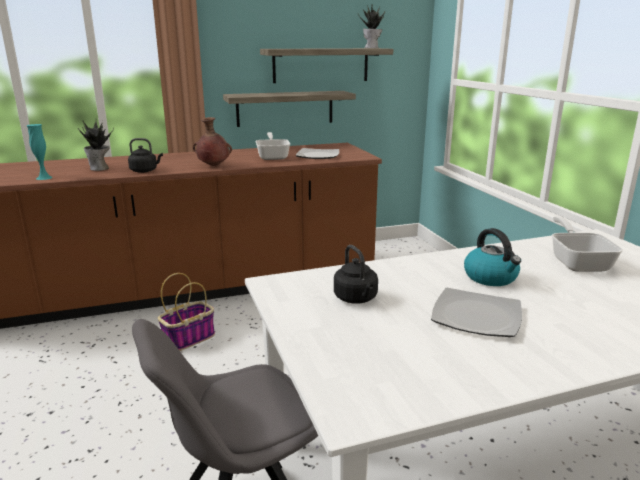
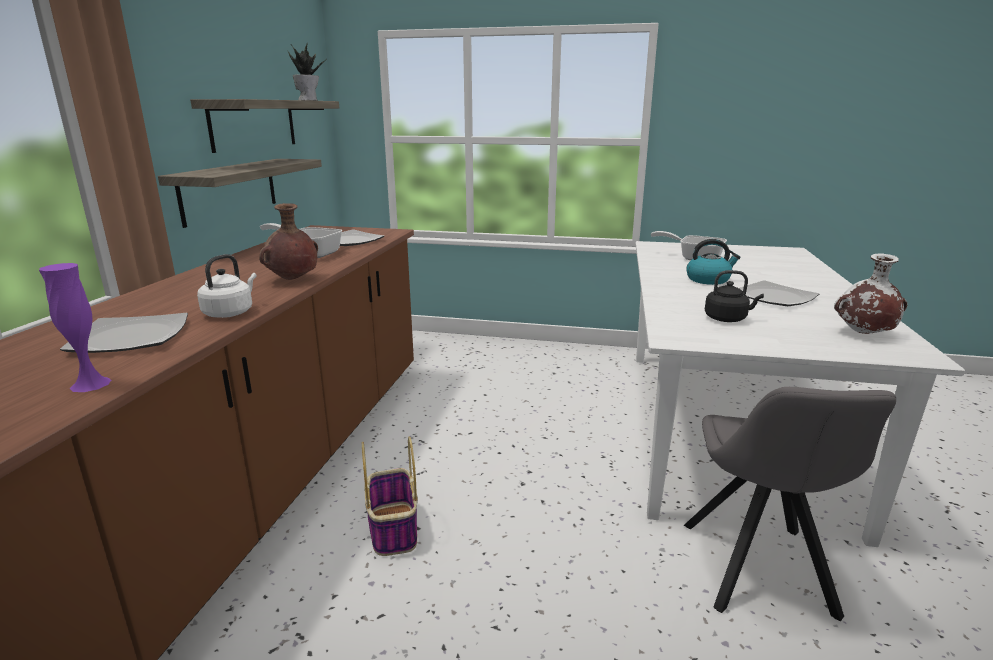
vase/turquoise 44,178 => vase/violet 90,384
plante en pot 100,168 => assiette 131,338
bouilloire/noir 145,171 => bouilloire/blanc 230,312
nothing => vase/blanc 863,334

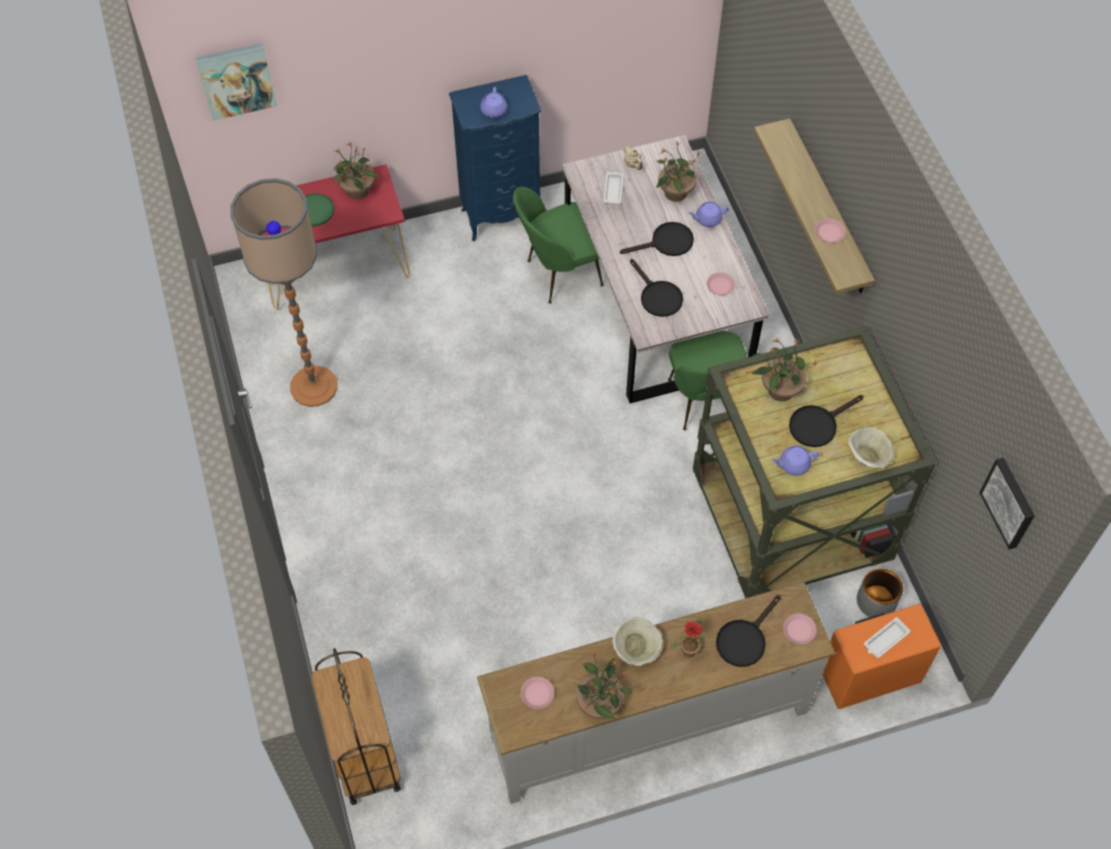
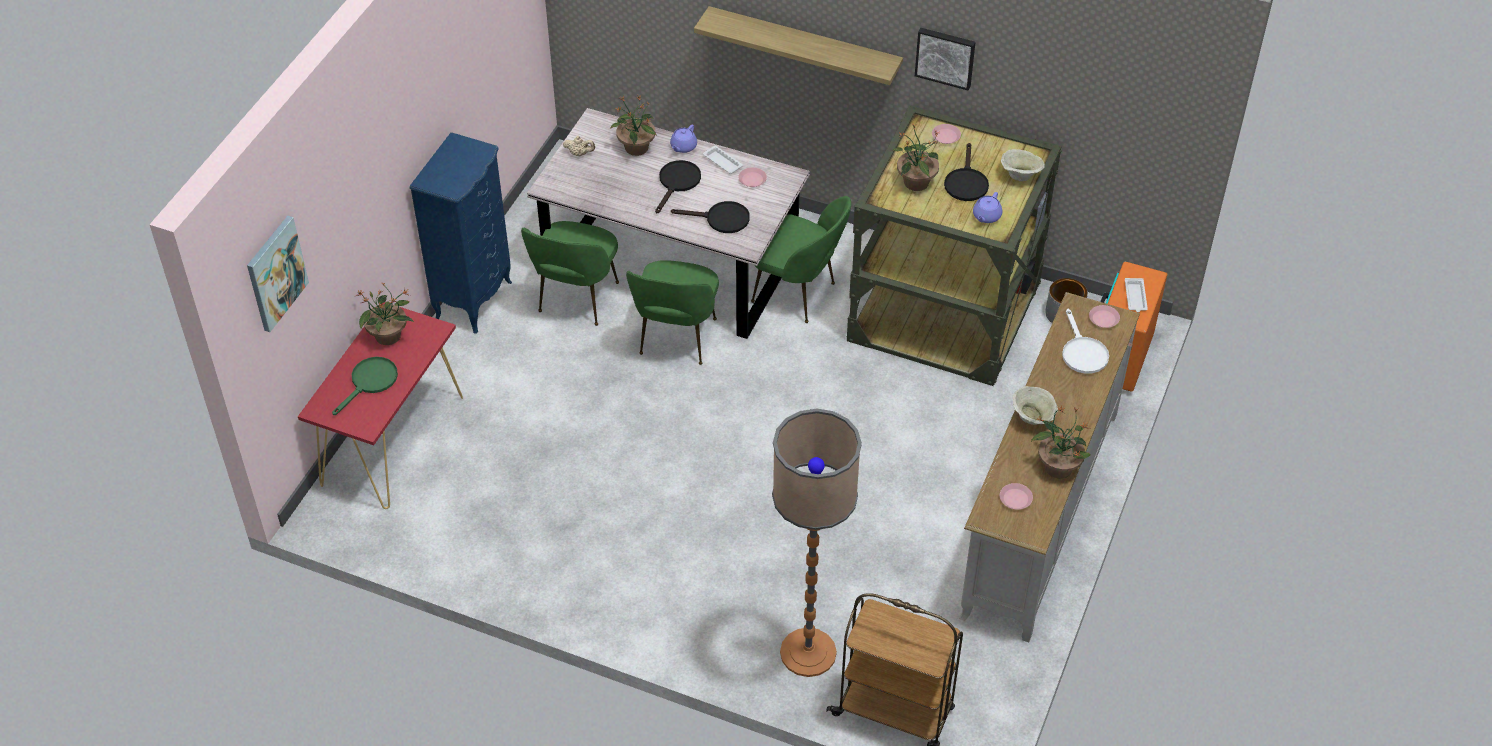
lampadaire 313,387 => lampadaire 808,653, move
théière/violet 493,111 => nothing
plateau/blanc 613,189 => plateau/blanc 722,161, move
plante en pot 689,648 => nothing
poêle/noir 744,639 => poêle/blanc 1082,352
assiette/rose 829,232 => assiette/rose 946,136, move
tableau 1010,502 => tableau 945,57, move
nothing => chaise/vert 675,342

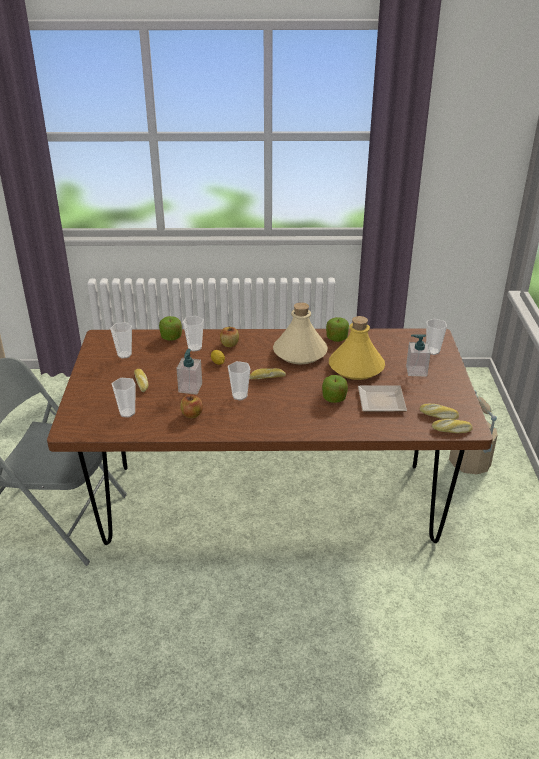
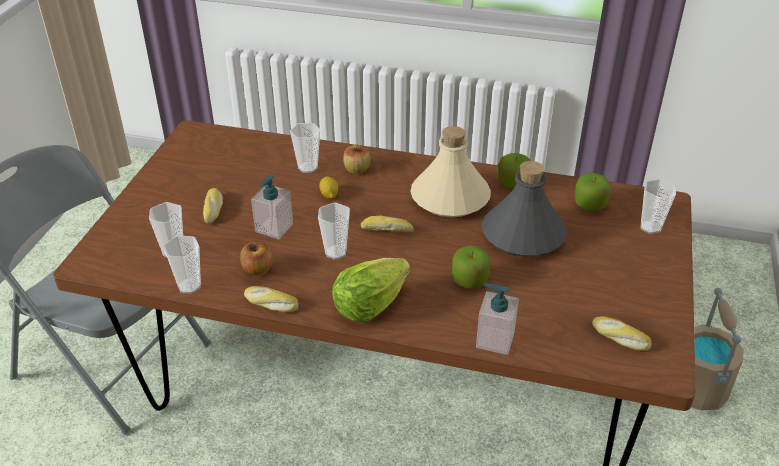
tasse 124,355 => tasse 189,286, move
pomme 171,337 => pomme 590,204, move
bouteille/jaune 356,367 => bouteille/gris 523,235
assiette 380,402 => nothing
distributeur de savon 416,371 => distributeur de savon 494,340, move
pain 451,430 => pain 270,304, move
nothing => laitue 369,305

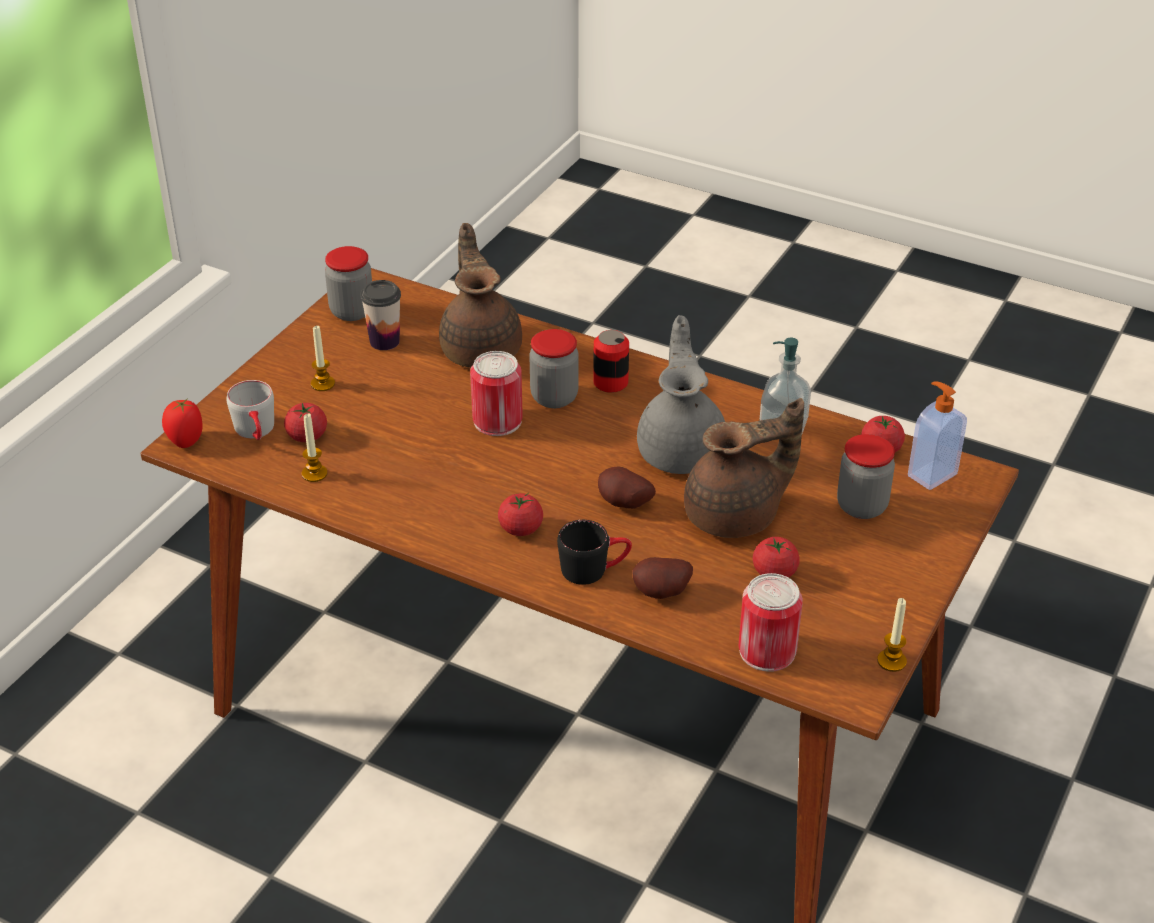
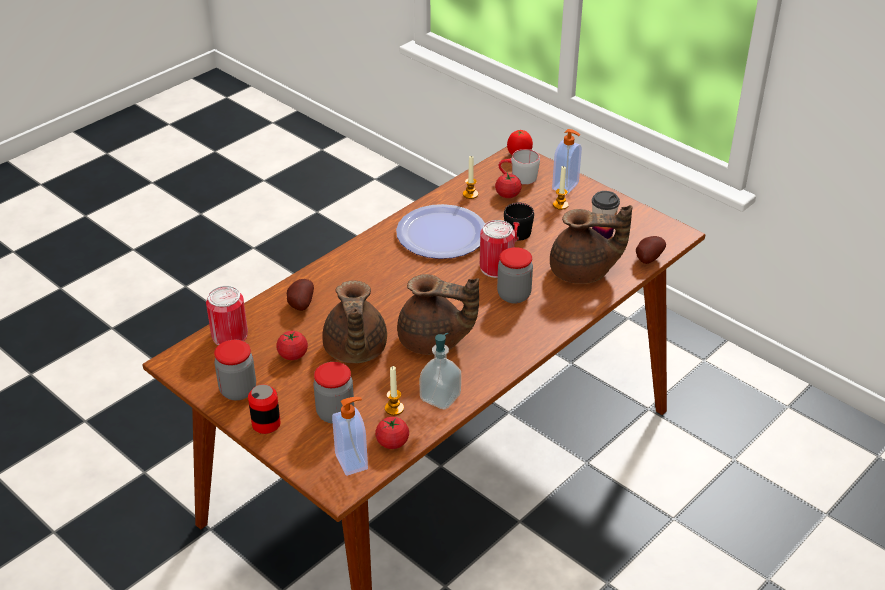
bocal 352,311 => bocal 238,390, move
tomate 521,529 => nothing
mug/noir 594,569 => mug/noir 517,237, move
boîte métallique 610,382 => boîte métallique 266,424, move
pomme de terre 623,505 => pomme de terre 647,259, move
théière/gris 682,450 => théière/marron 433,341
bougie 891,661 => bougie 394,408, move
nothing => assiette 441,234
nothing => distributeur de savon 566,186

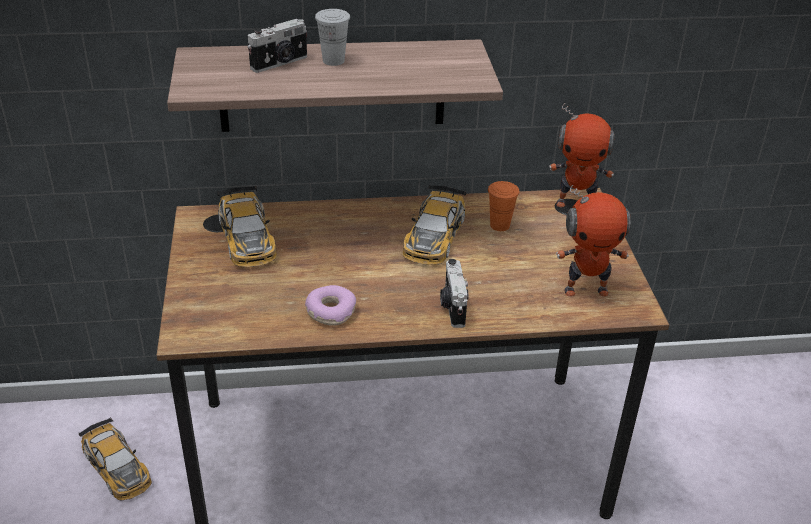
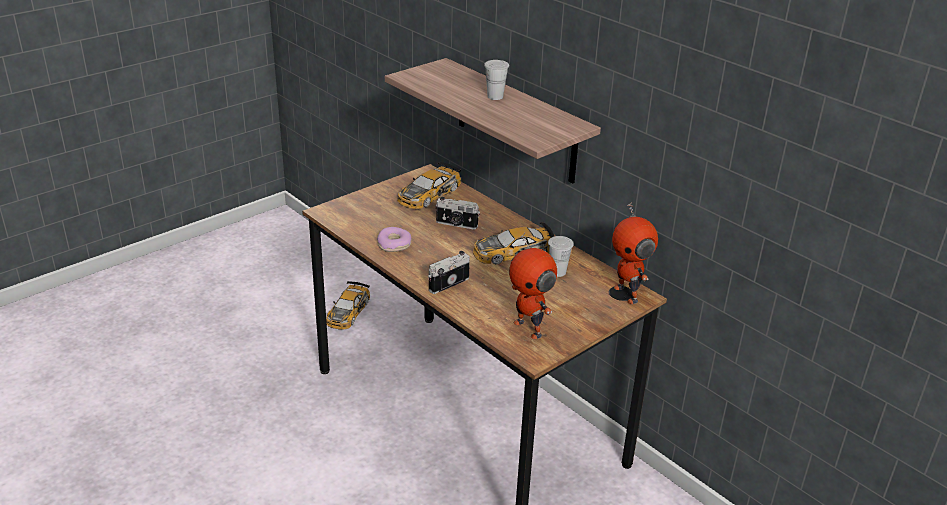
appareil photo 280,63 => appareil photo 456,224, move
tasse/orange 500,225 => tasse/blanc 558,272

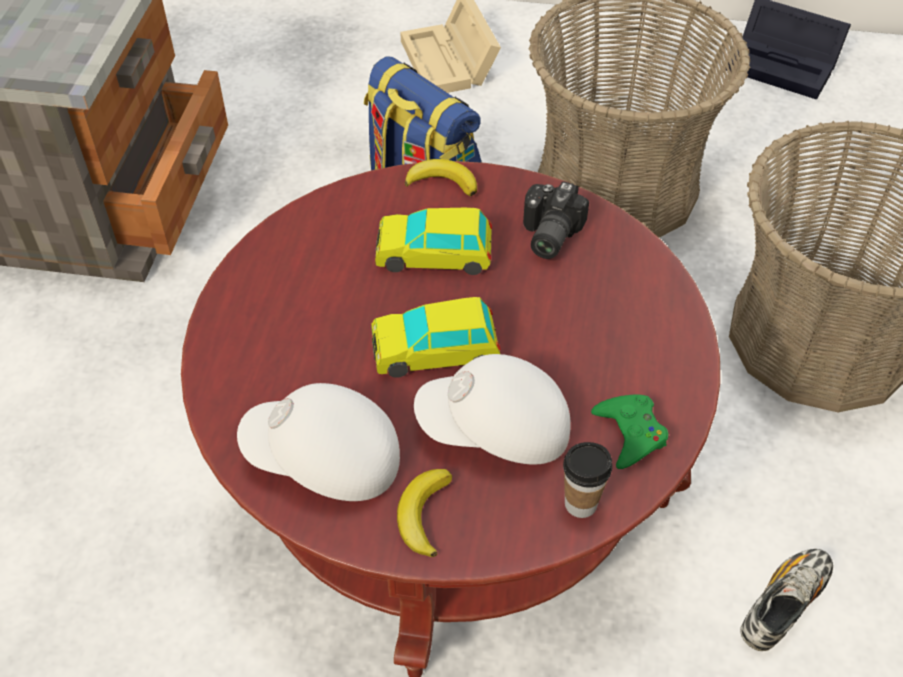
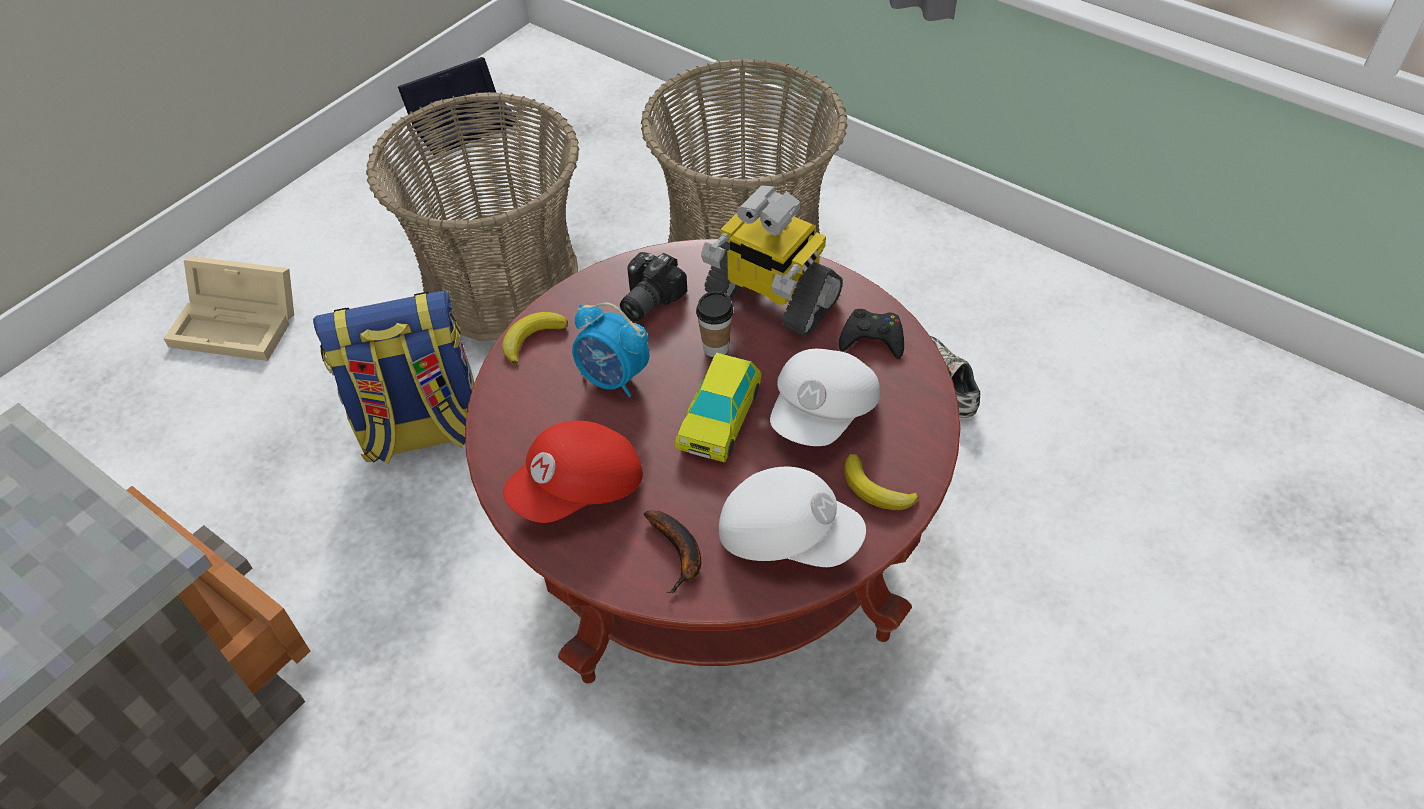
casquette/blanc 325,461 => casquette/blanc 788,535, 105 degrees counterclockwise
petite voiture 434,255 => réveil 613,378
appareil photo 546,235 => appareil photo 646,300, 75 degrees clockwise
tasse 580,504 => tasse 715,348, move
manette/vert 630,434 => manette/noir 872,339
nothing => casquette/rouge 579,490
nothing => banane 679,553
nothing => robot jouet 770,298

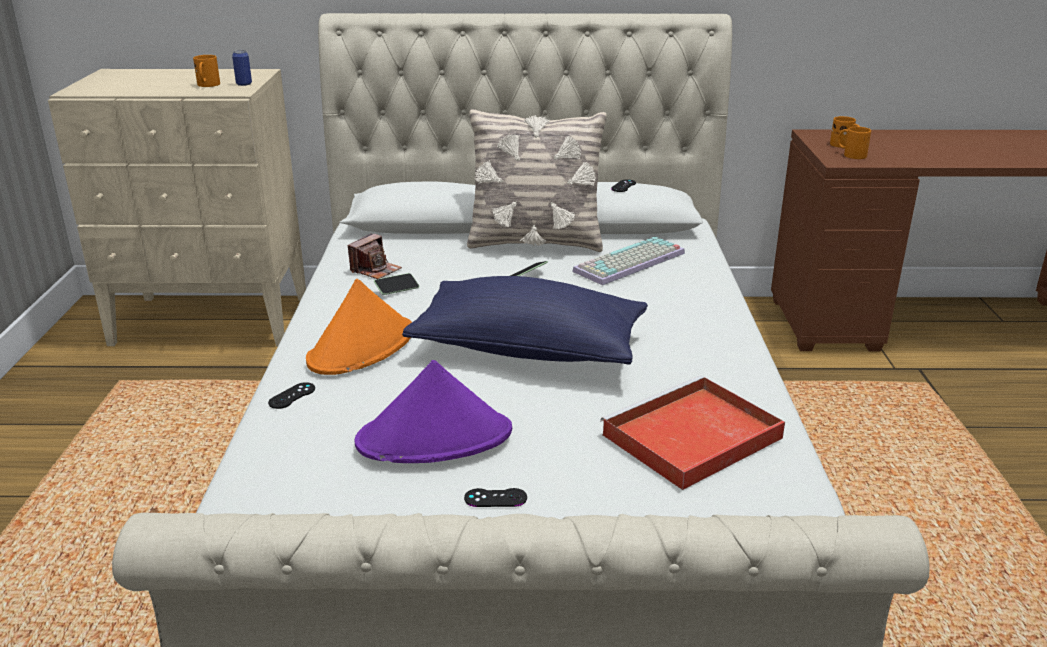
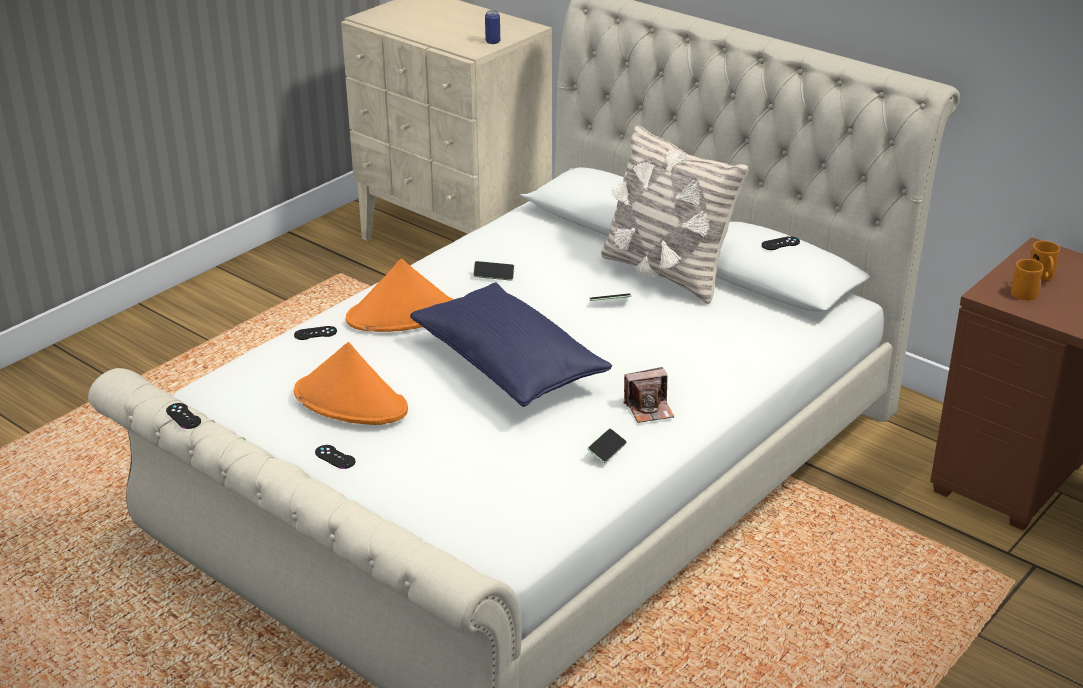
mug/orange 207,85 => nothing
appareil photo 375,270 => appareil photo 649,409, move
chapeau/violet 435,437 => chapeau/orange 351,401
clavier 630,263 => nothing
plateau/rouge 690,438 => nothing
nothing => manette/noir 183,416
nothing => téléphone 607,451

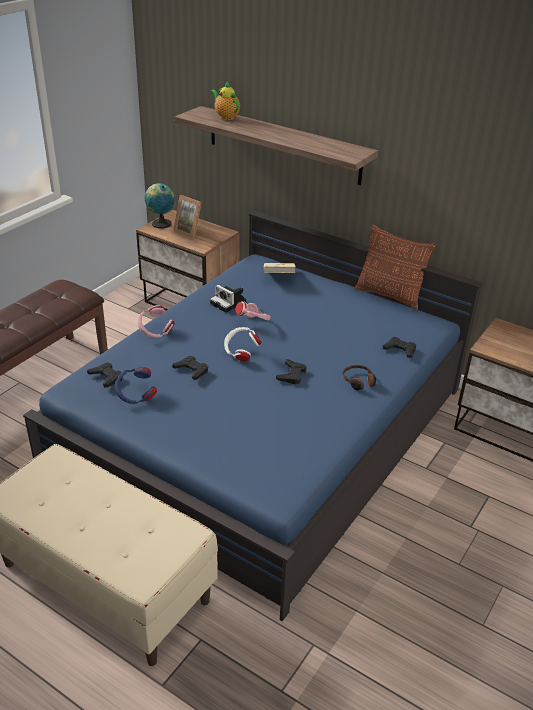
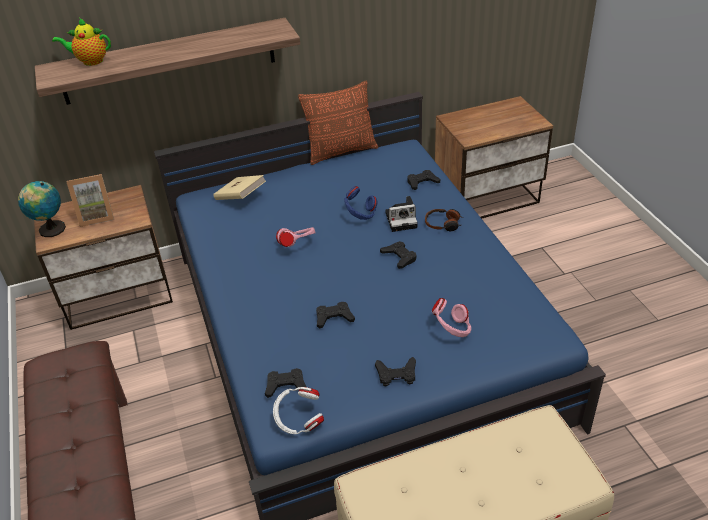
casque audio/bleu 136,397 => casque audio/bleu 360,215, move
casque audio/rose 155,333 => casque audio/rose 452,330, move
appareil photo 229,303 => appareil photo 402,219, move
casque audio/blanc 241,353 => casque audio/blanc 299,421, move
nothing => manette/noir 396,374

